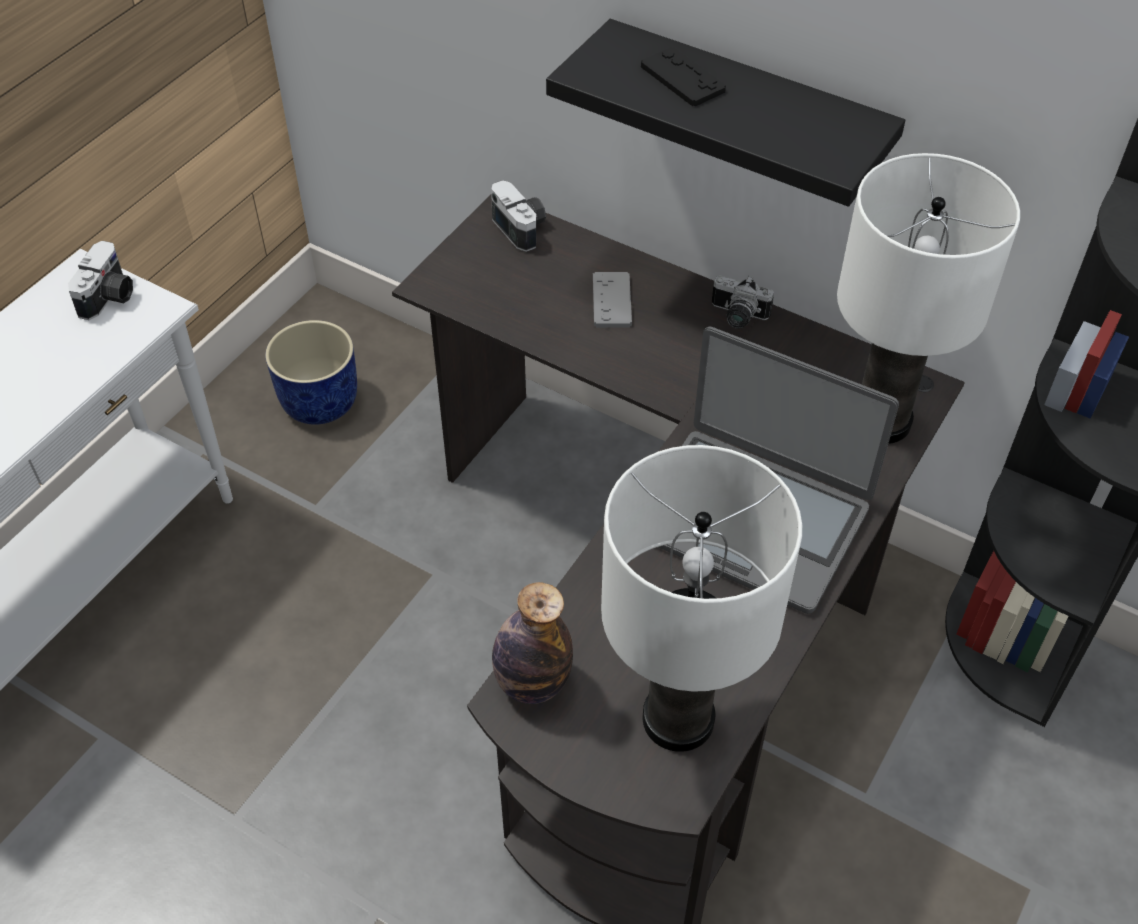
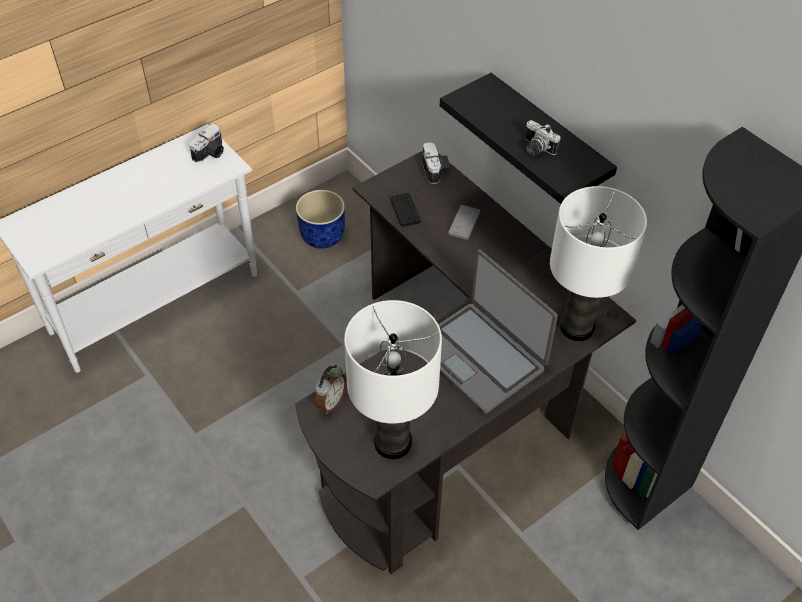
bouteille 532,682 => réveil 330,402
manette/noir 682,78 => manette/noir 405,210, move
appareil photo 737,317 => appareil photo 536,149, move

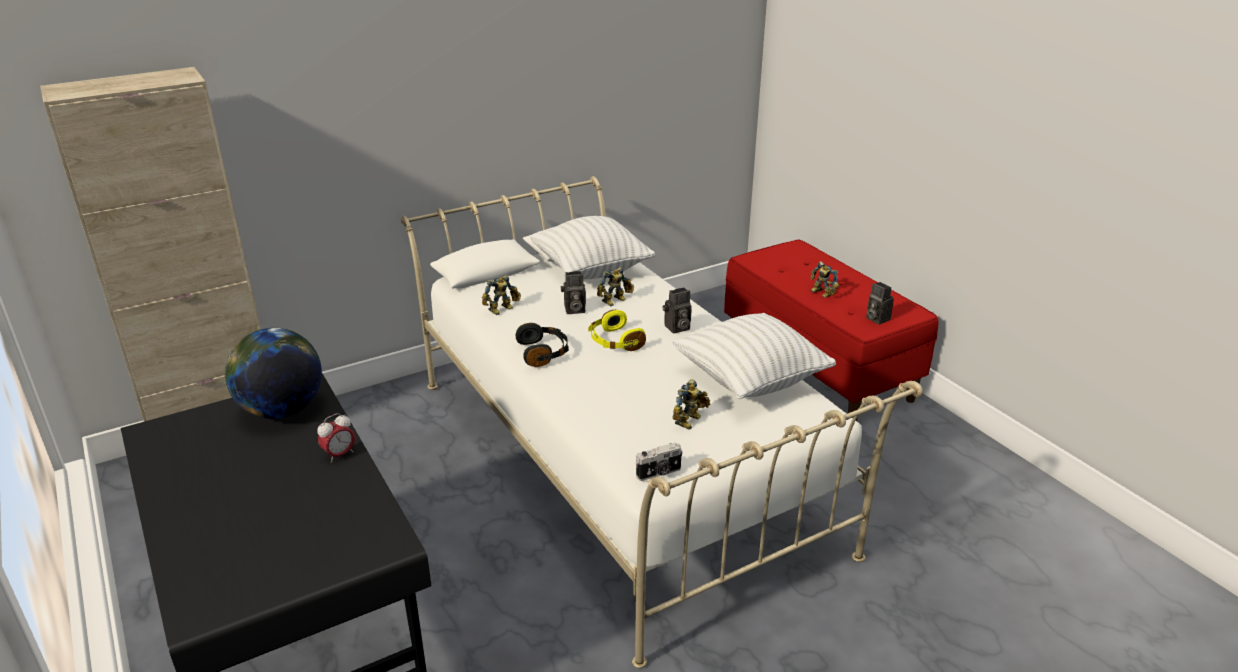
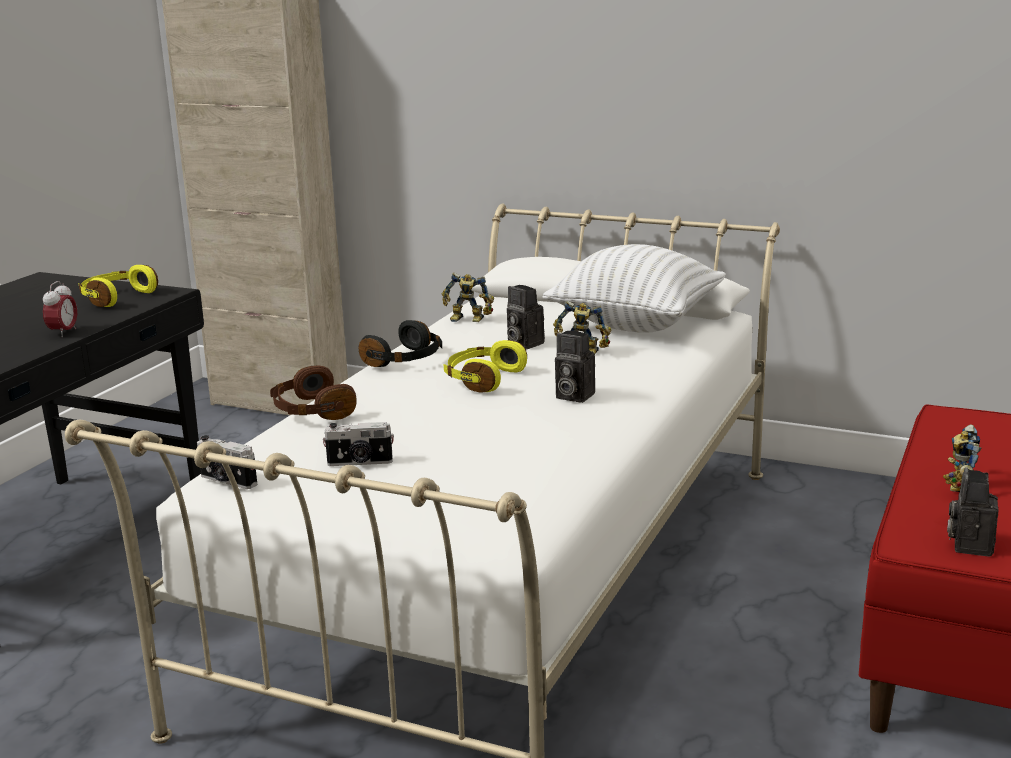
globe 282,411 => casque audio/jaune 116,298
réveil 339,455 => réveil 63,333, 90 degrees counterclockwise
robot jouet 690,421 => appareil photo 360,463
coussin/blanc 750,381 => nothing
nothing => casque audio/marron 311,411

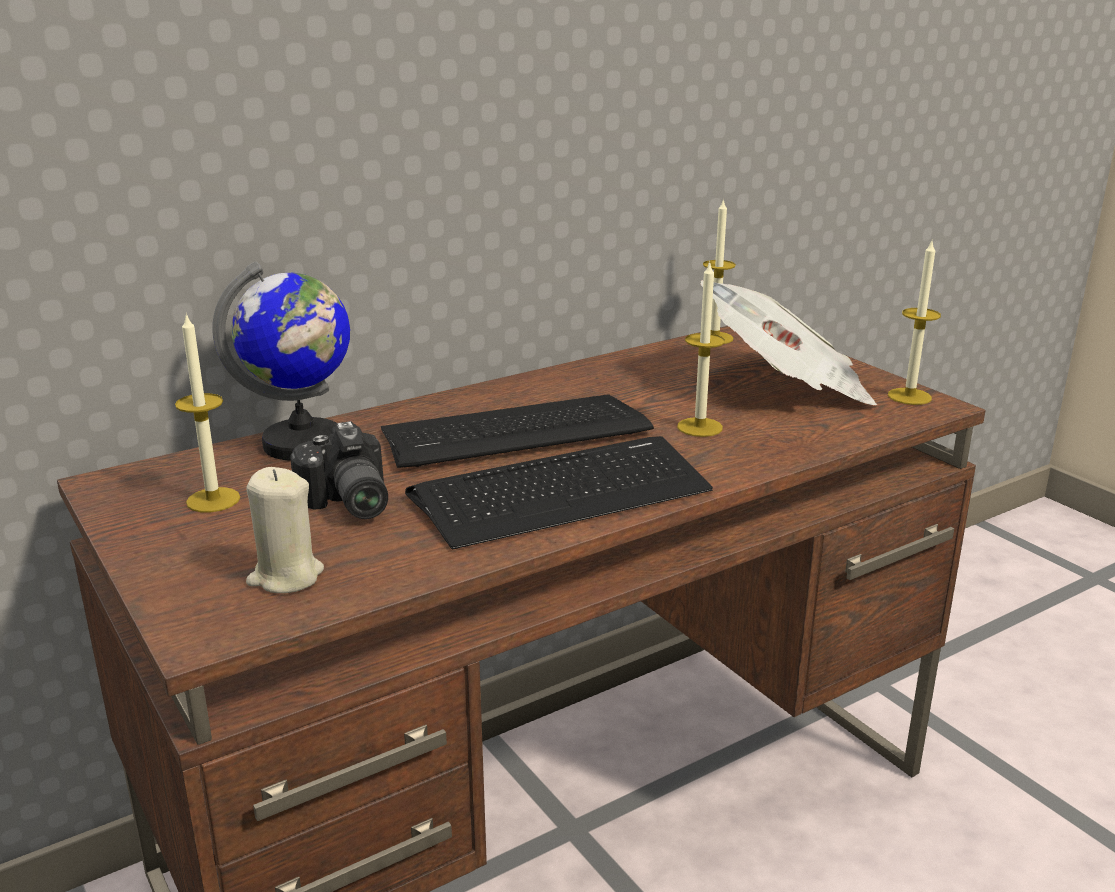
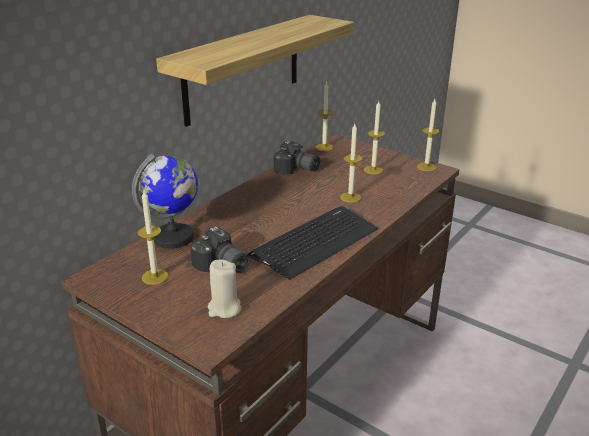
clavier 514,433 => nothing
journal 786,387 => bougie 373,170
nothing => étagère 243,68
nothing => appareil photo 296,170

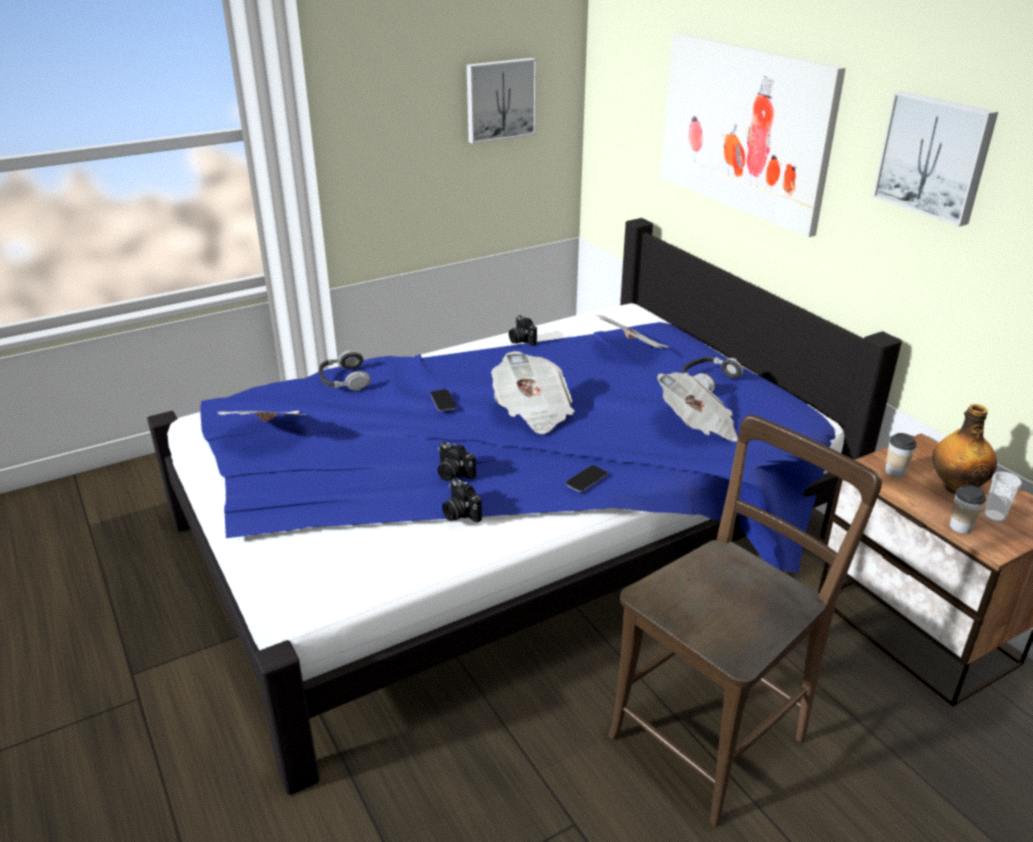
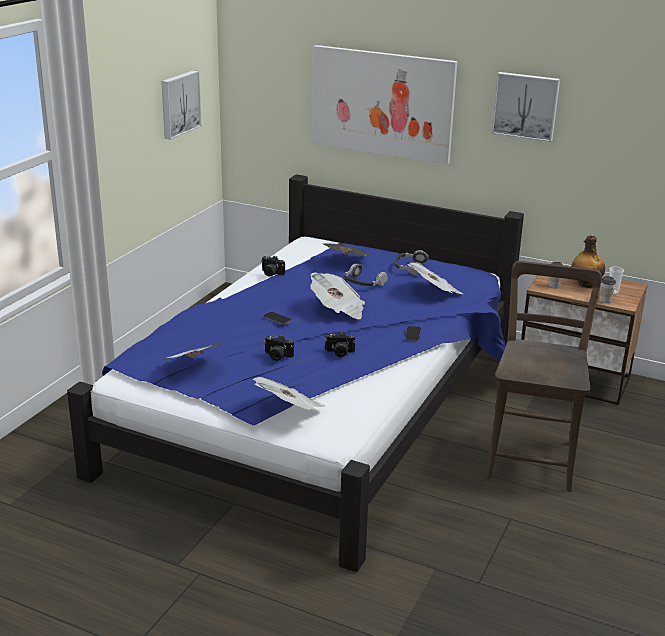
casque audio 344,379 => casque audio 363,282, move
appareil photo 459,513 => appareil photo 277,356, move
nothing => journal 289,410

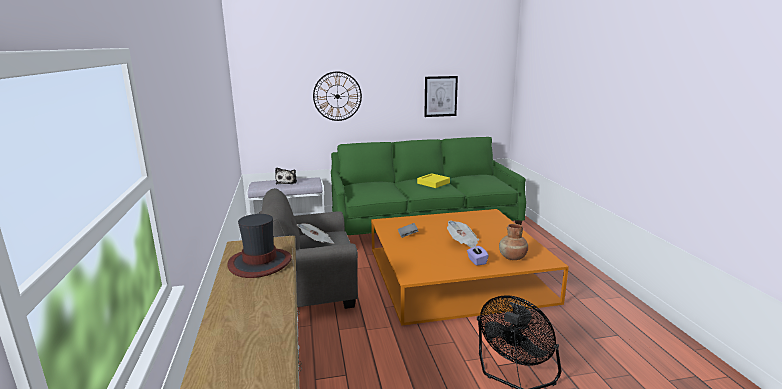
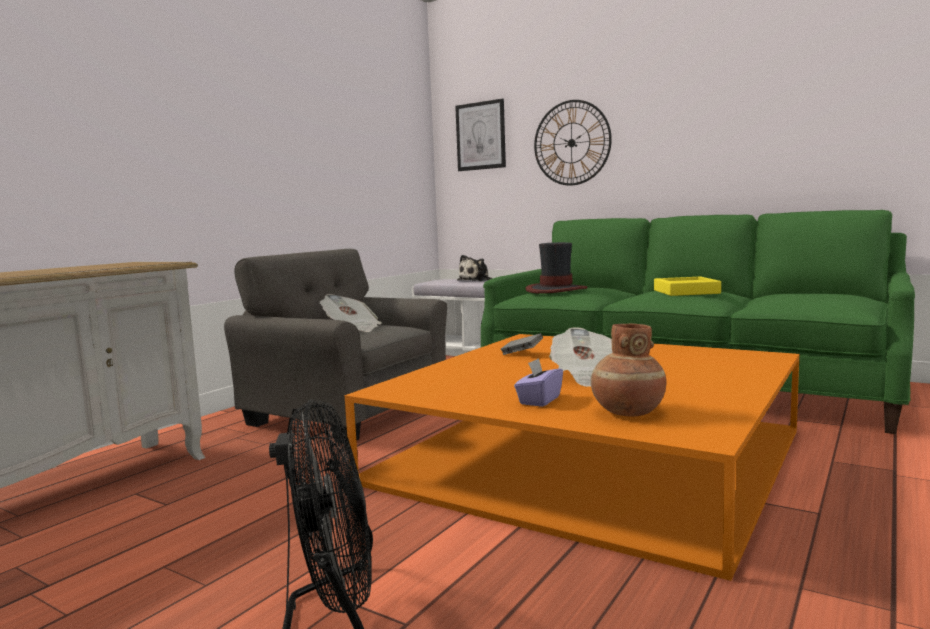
chapeau 260,263 => chapeau 556,290, move
tableau 440,96 => tableau 480,136, move

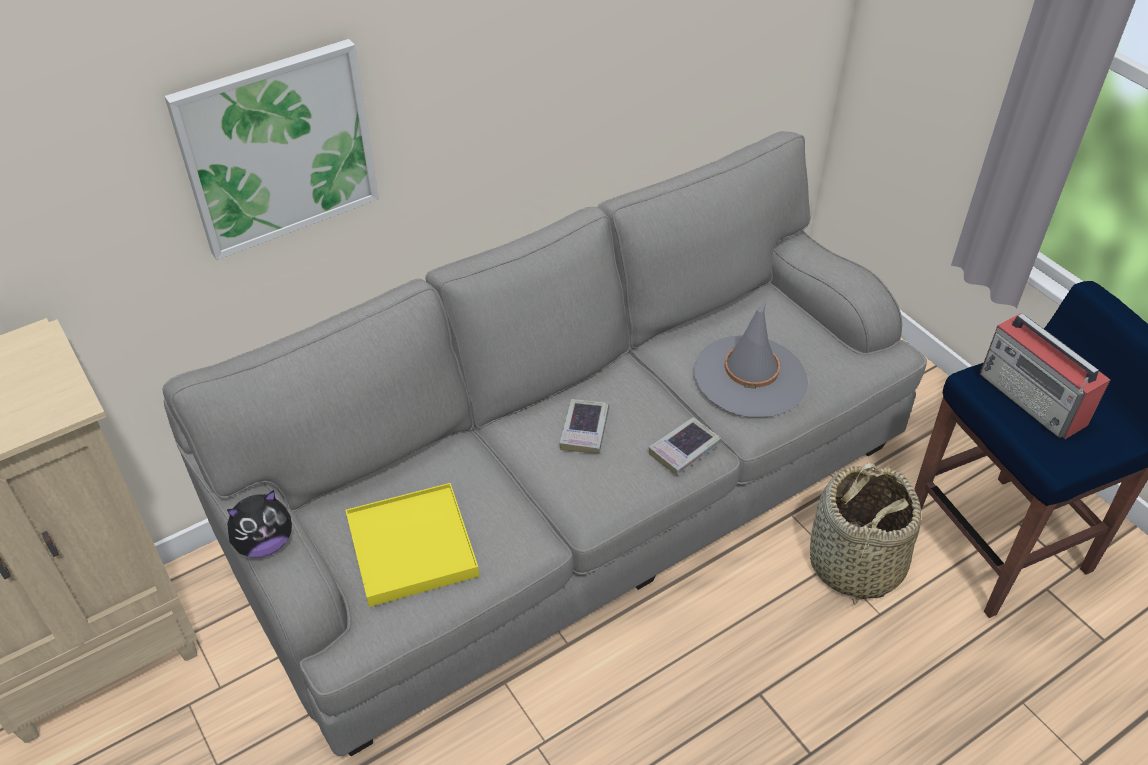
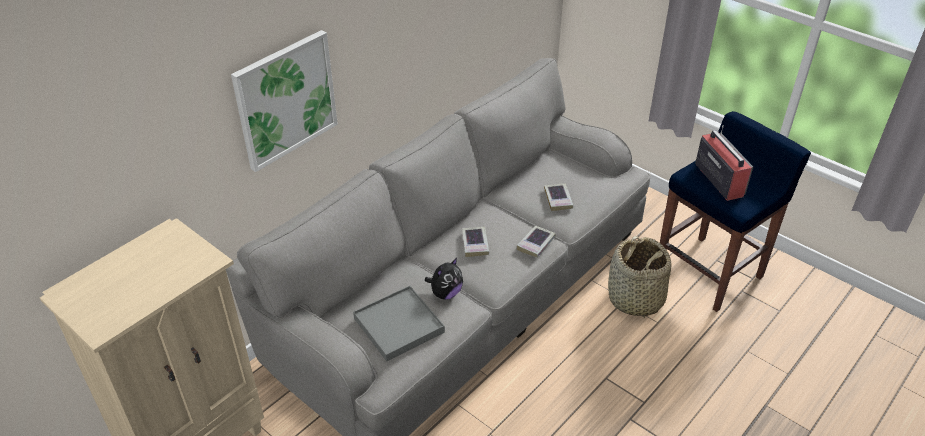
peluche 265,543 => peluche 445,293, move
plateau/jaune 412,547 => plateau/gris 399,325
chapeau/gris 750,377 => livre 558,199
radio 1033,399 => radio 719,179, 150 degrees counterclockwise

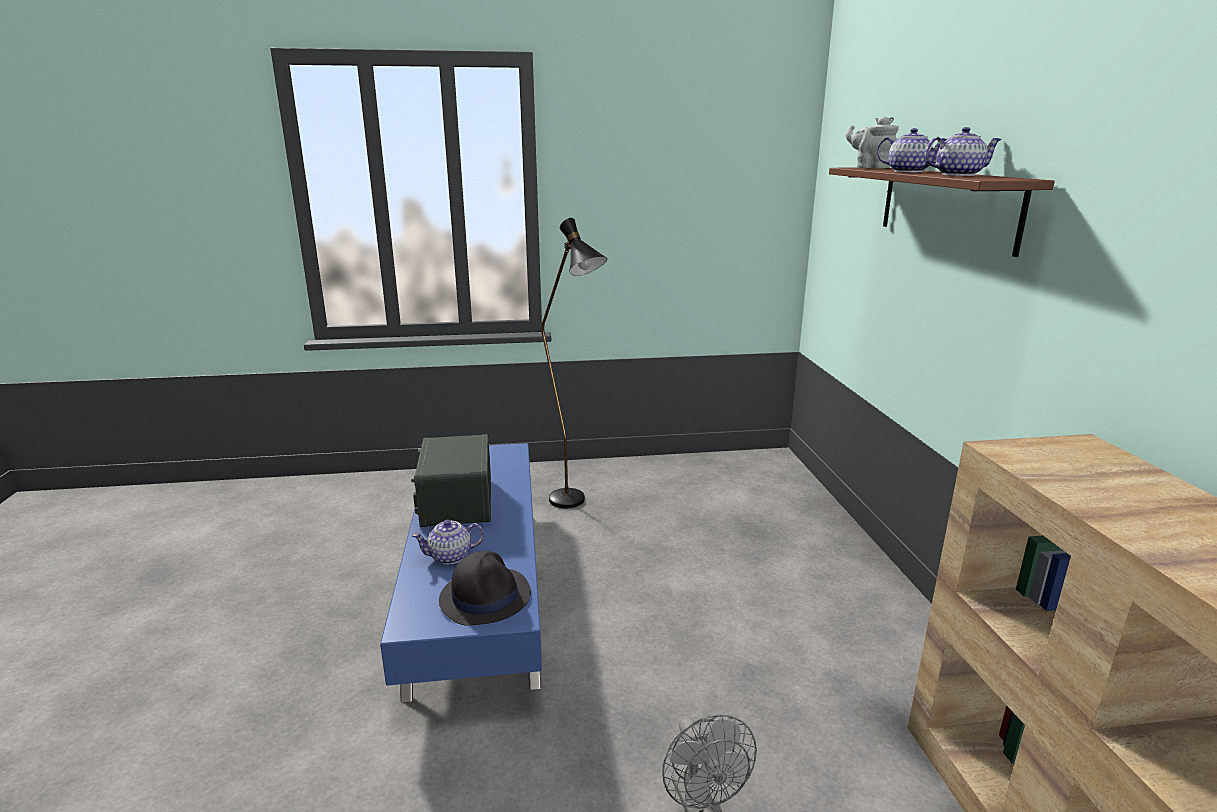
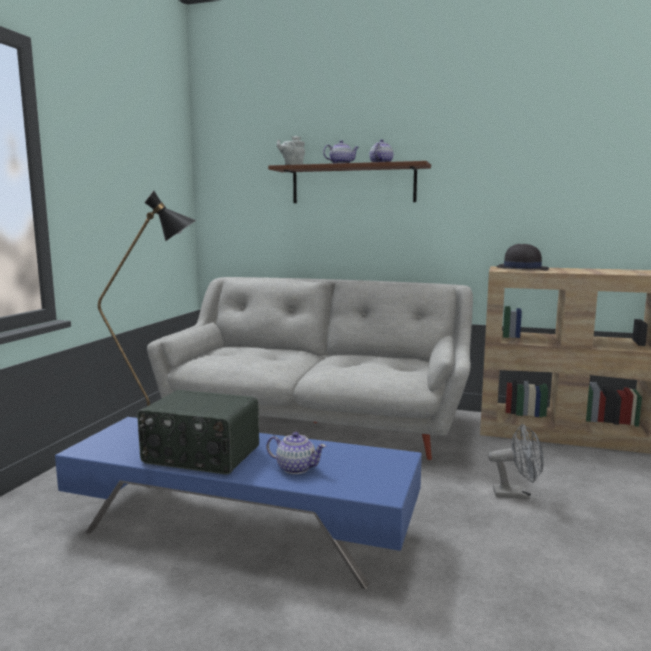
théière 450,557 => théière 295,468, 75 degrees counterclockwise
chapeau/noir 485,596 => chapeau/noir 521,268, move
nothing => canapé/gris 316,422

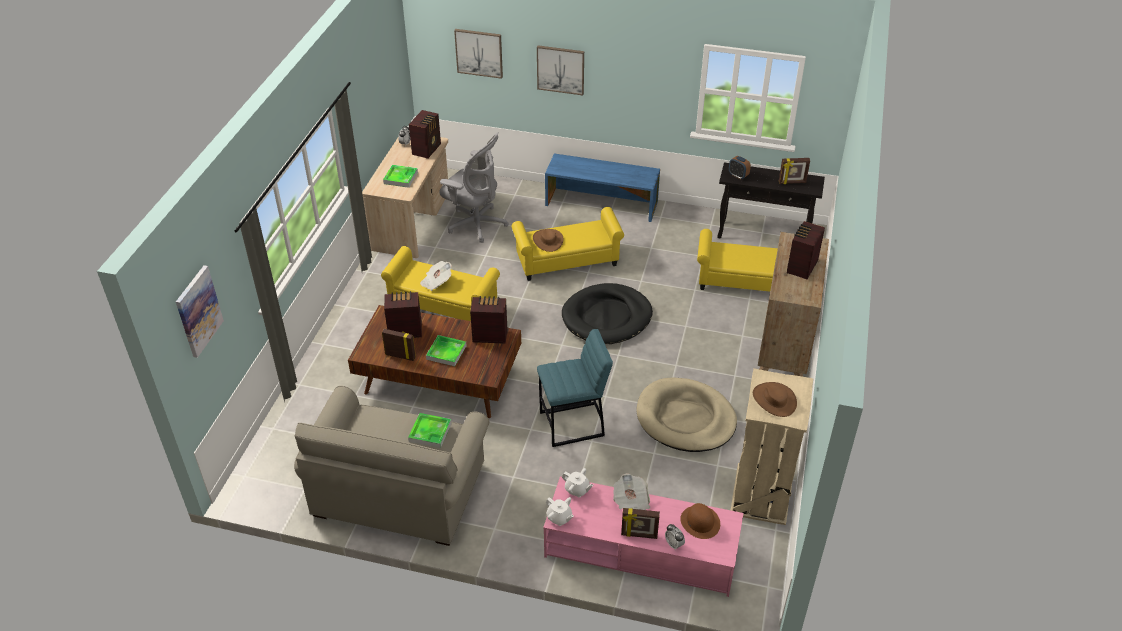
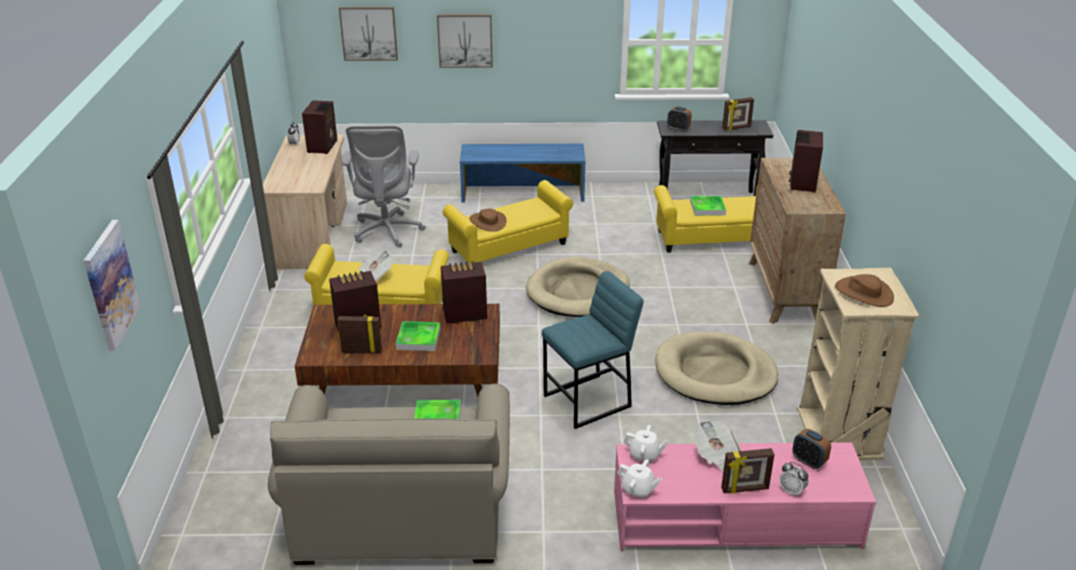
plateau 400,178 => plateau 707,208, move
chaise de bureau/gris 473,224 => chaise de bureau/gris 386,228, 75 degrees clockwise
panier pour chien/noir 607,317 => panier pour chien/beige 578,292
chapeau/marron 700,522 => réveil 808,461

